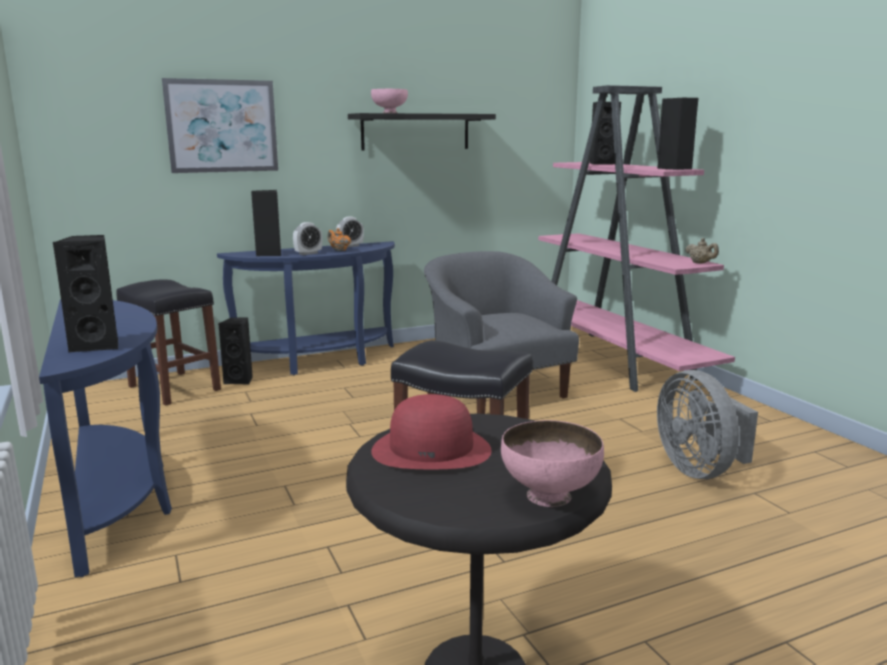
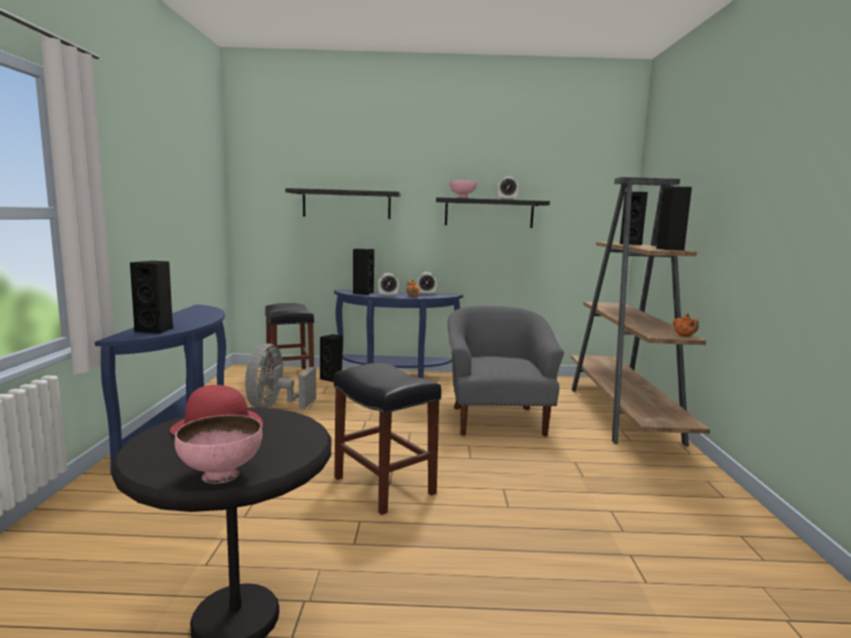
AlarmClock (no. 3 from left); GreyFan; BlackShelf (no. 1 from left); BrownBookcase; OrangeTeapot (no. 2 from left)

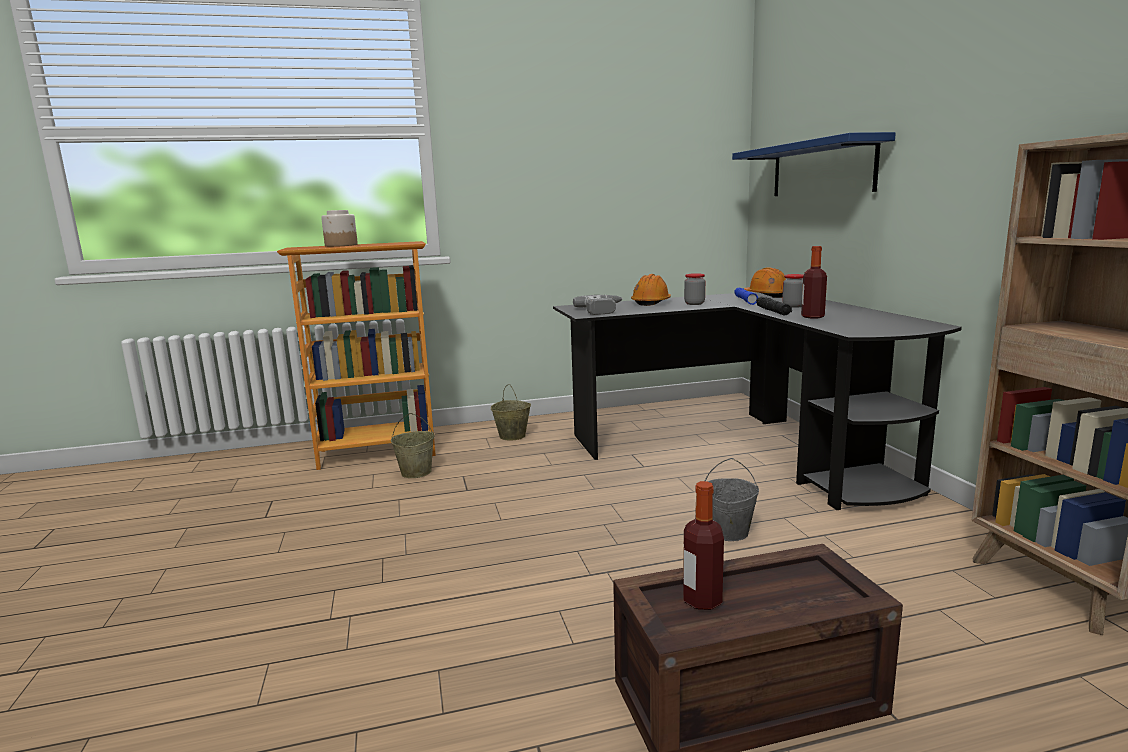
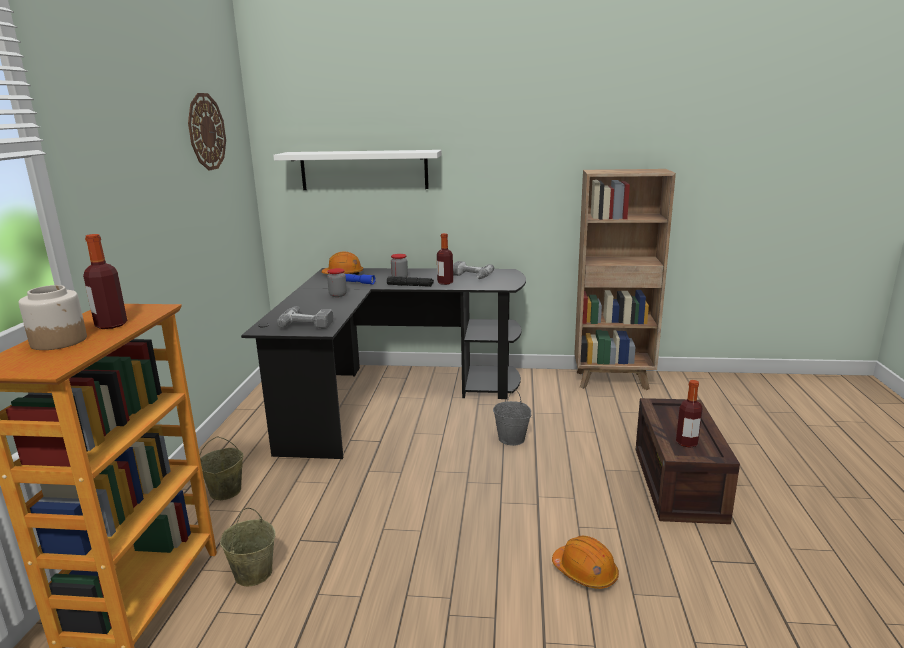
Bottle (no. 1 from left); WallClock; PowerDrill (no. 2 from left); OrangeHardHat (no. 2 from left); WhiteShelf

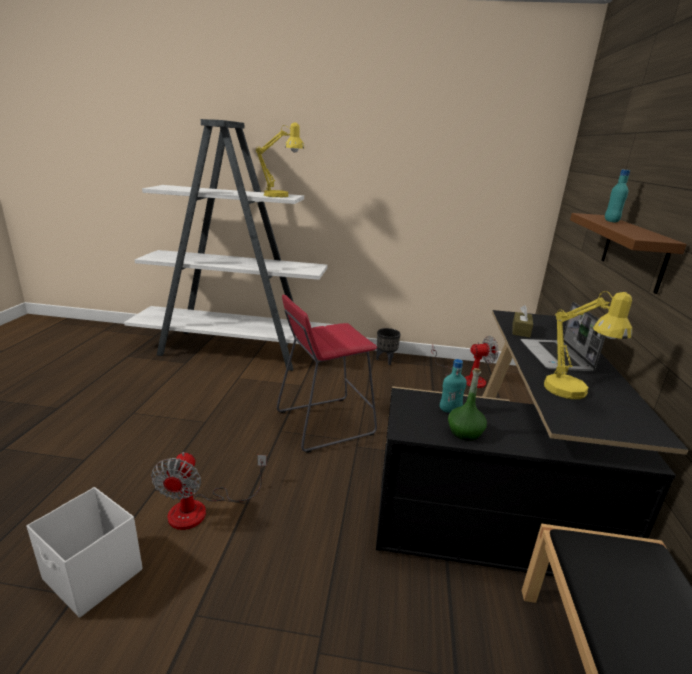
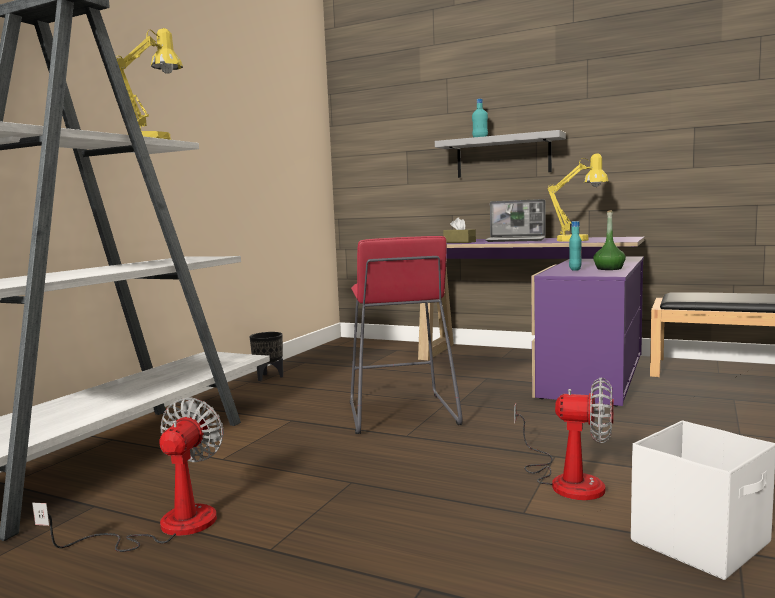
Fan (no. 1 from left); PurpleDesk; GreyShelf

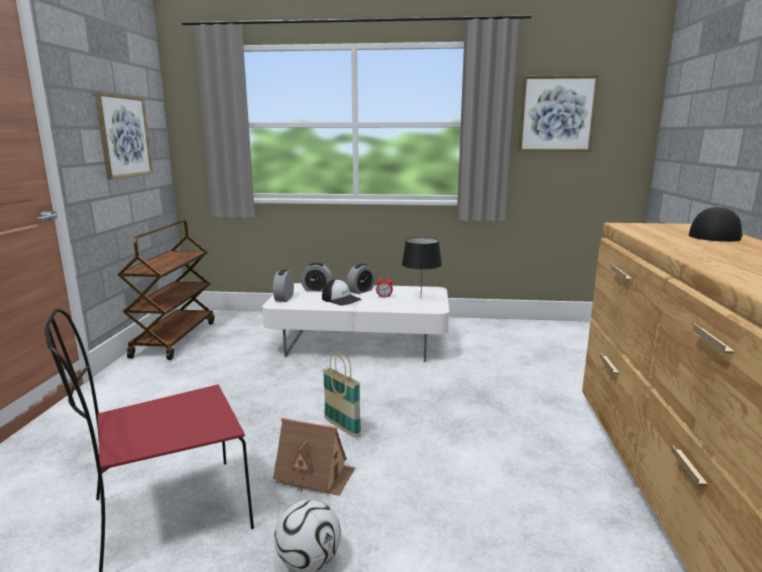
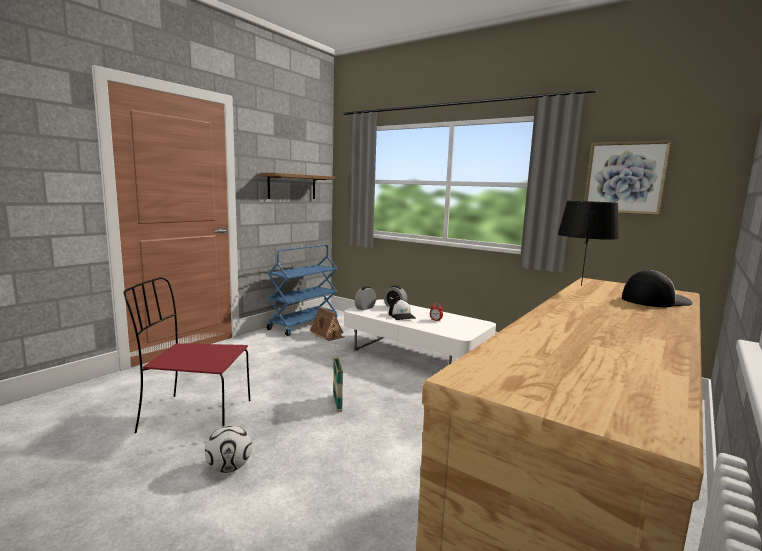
AlarmClock (no. 3 from left in the first image); ToyHouse; BlackTableLamp; Shelf; BlueCart

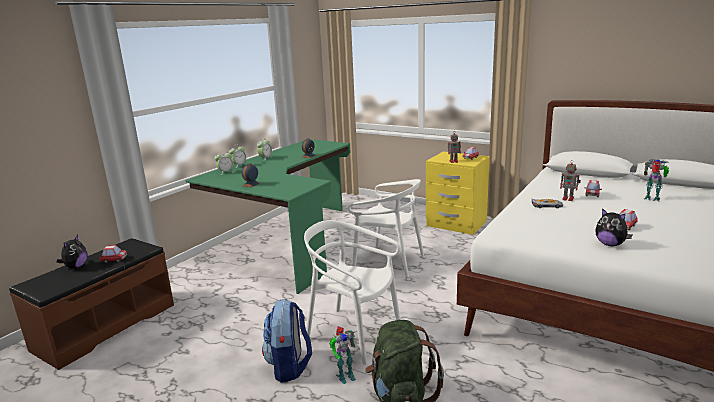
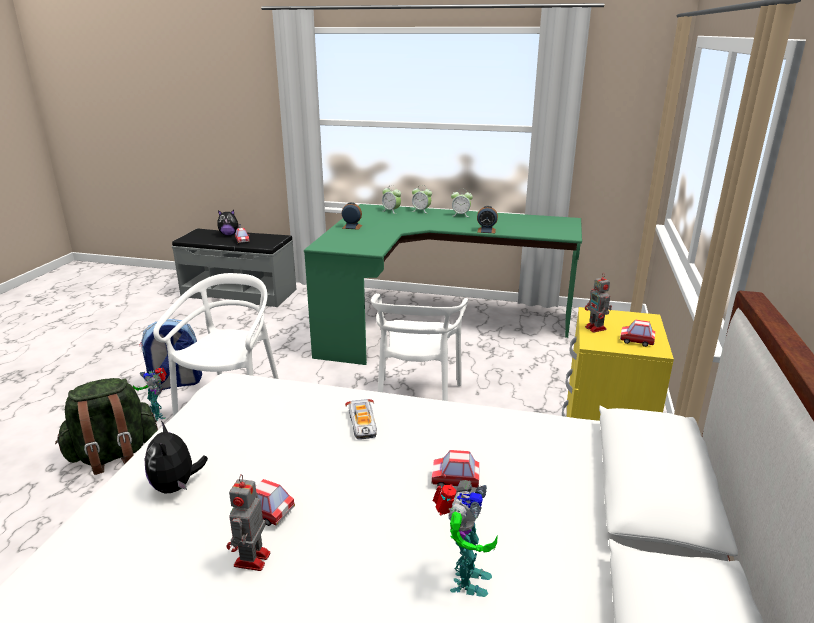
ToyRobot (no. 2 from left); GreyBench; PlushToy (no. 1 from left)

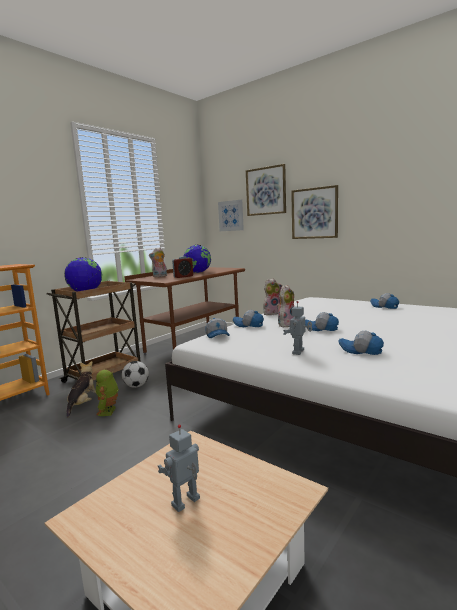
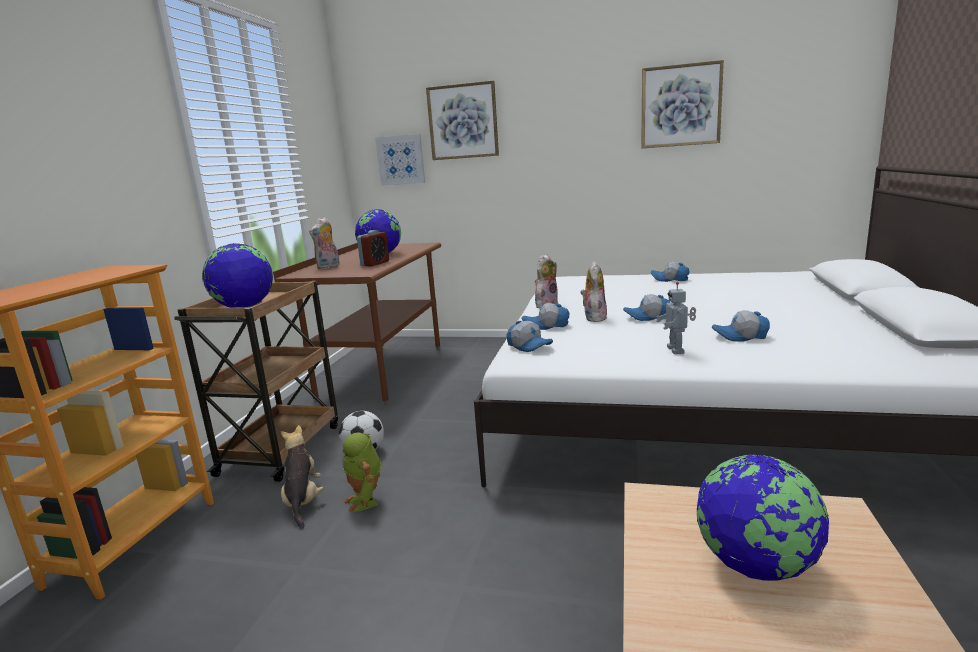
Picture (no. 3 from left); Globe (no. 3 from left)

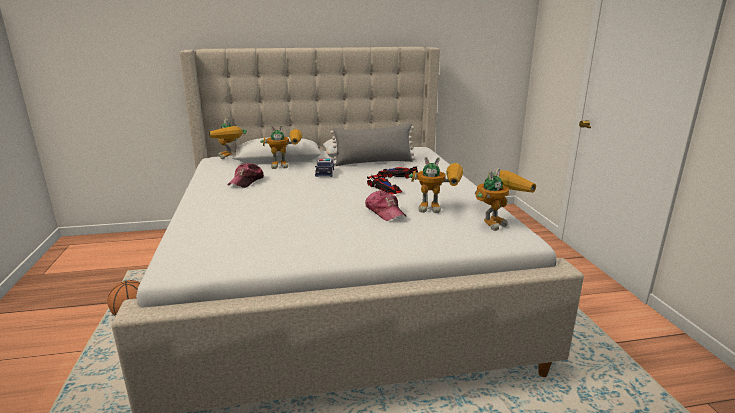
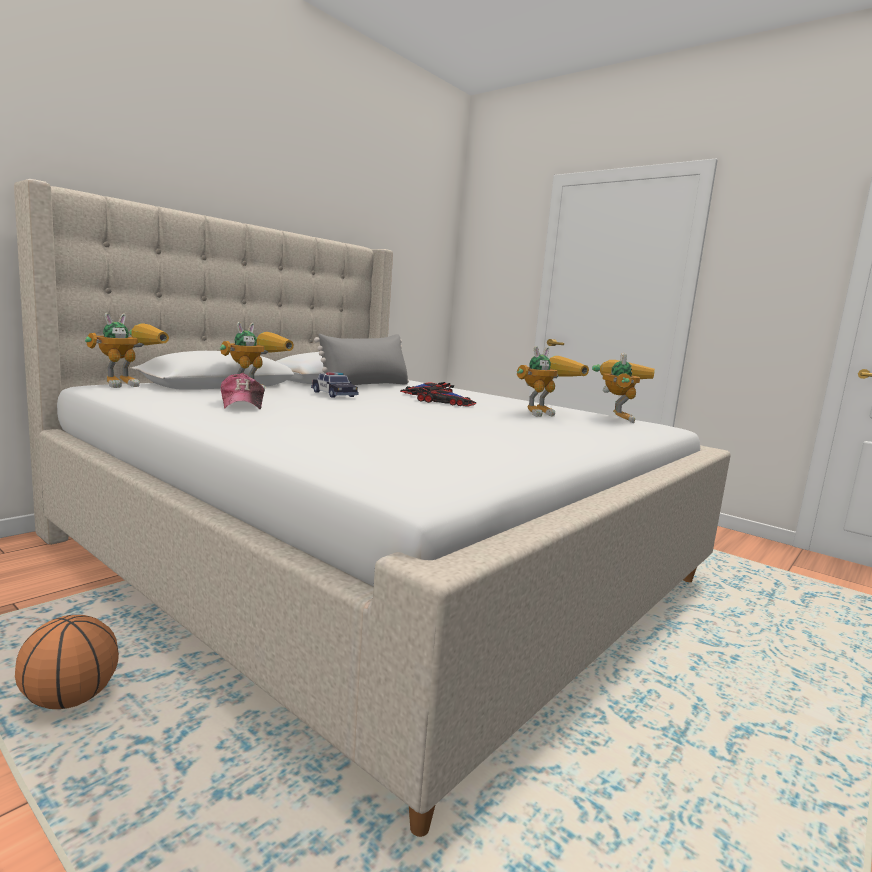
Cap (no. 2 from left in the first image); ToyRobot (no. 1 from left)

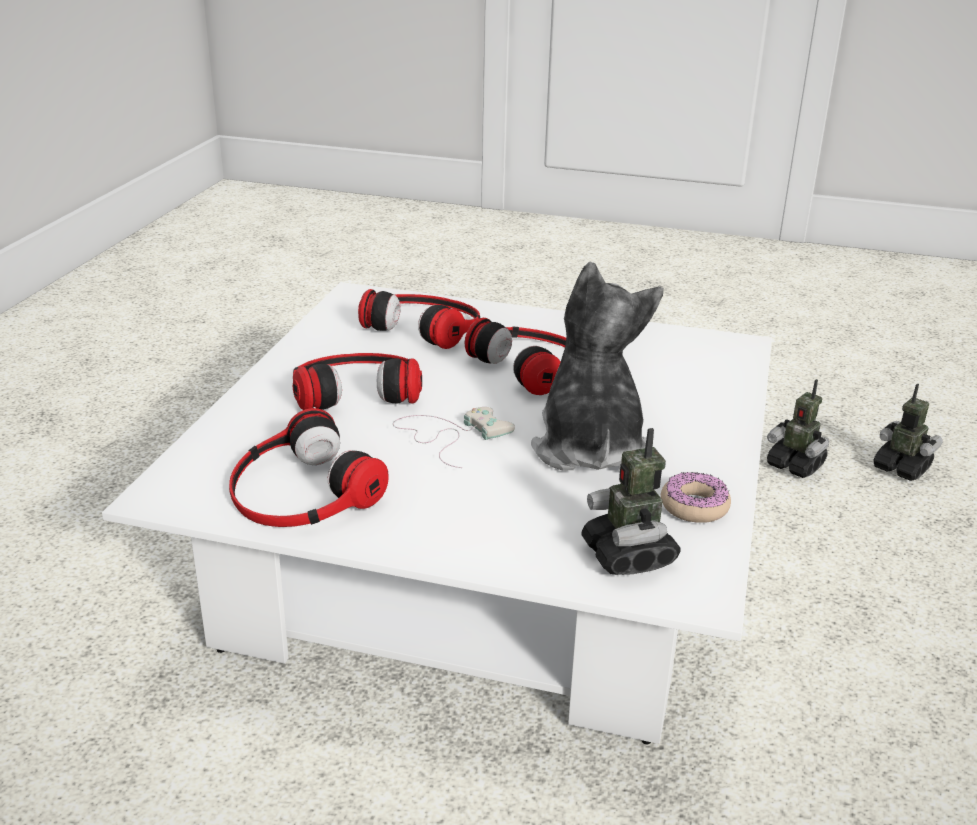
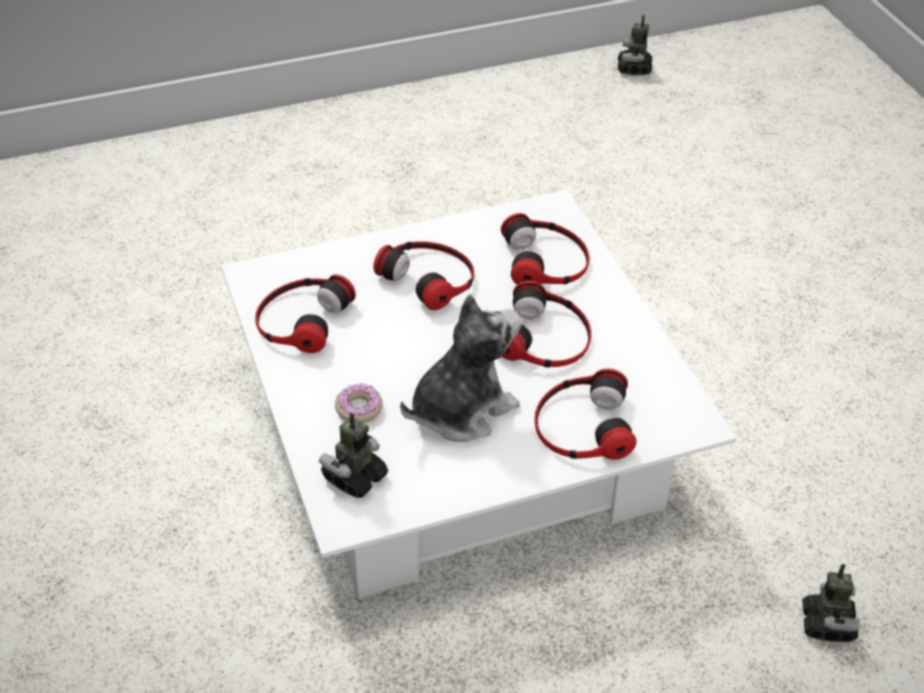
WhiteGameController; Headphones (no. 5 from left); Donut; ToyRobot (no. 2 from left)

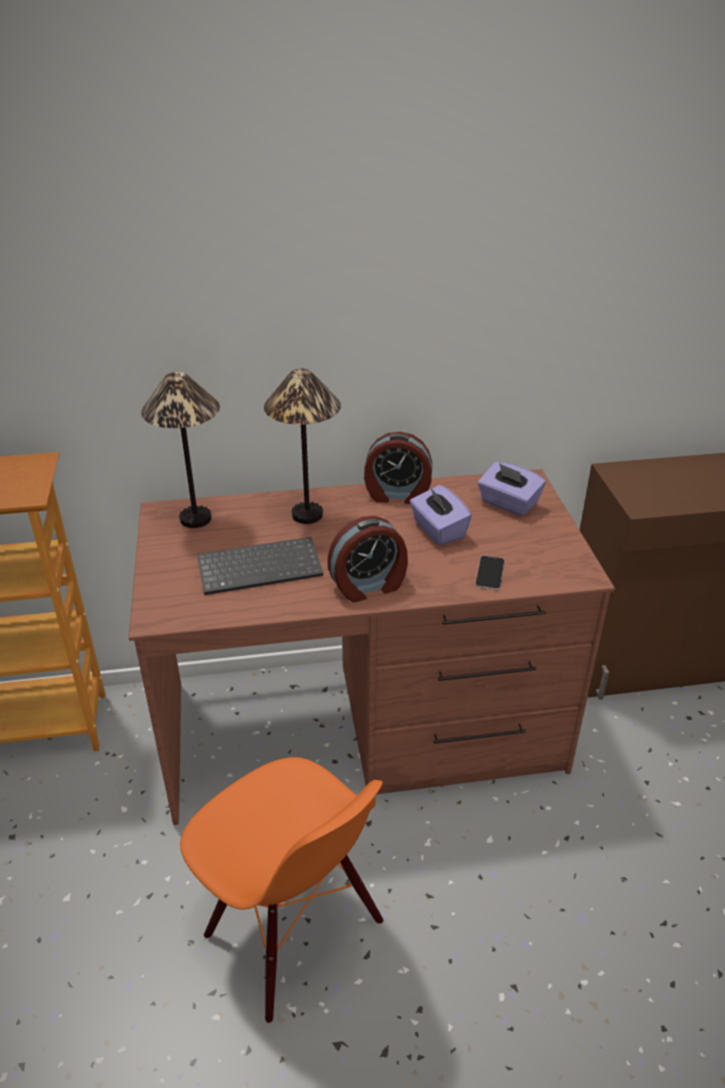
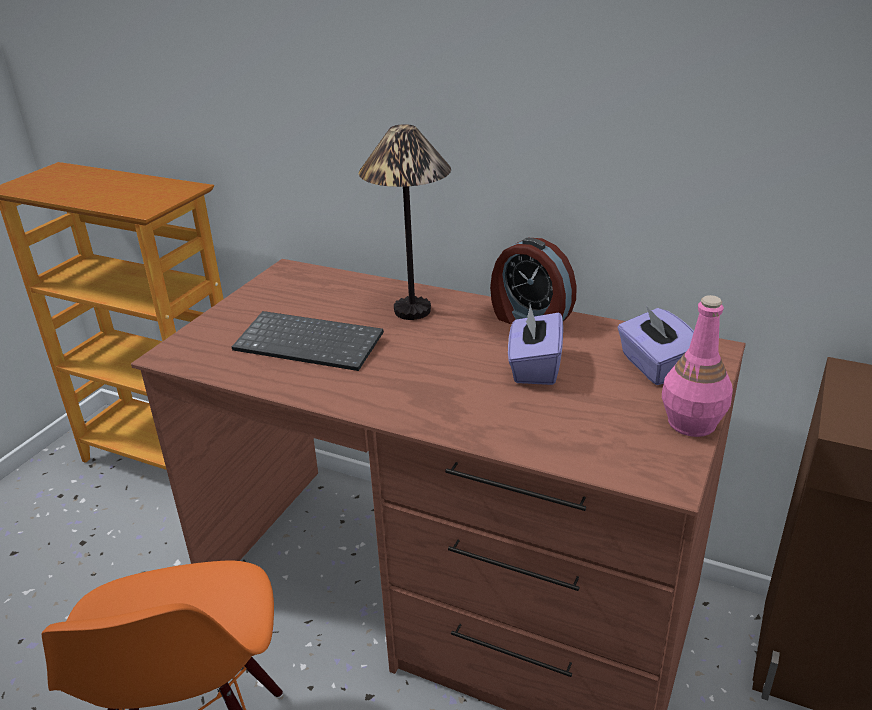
TableLamp (no. 1 from left in the first image); AlarmClock (no. 1 from left in the first image); Phone; PinkBottle

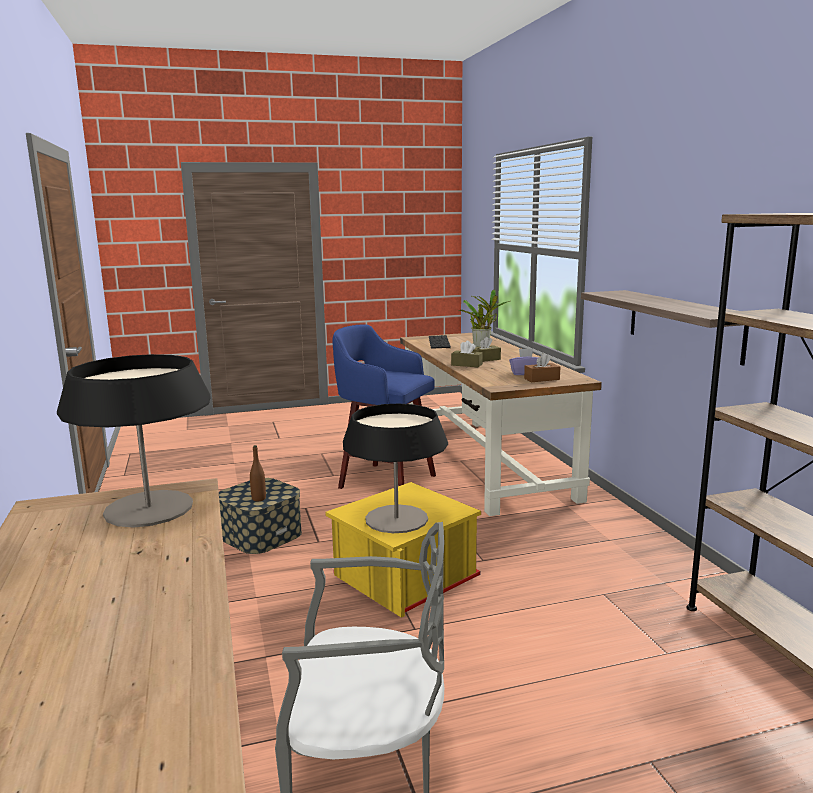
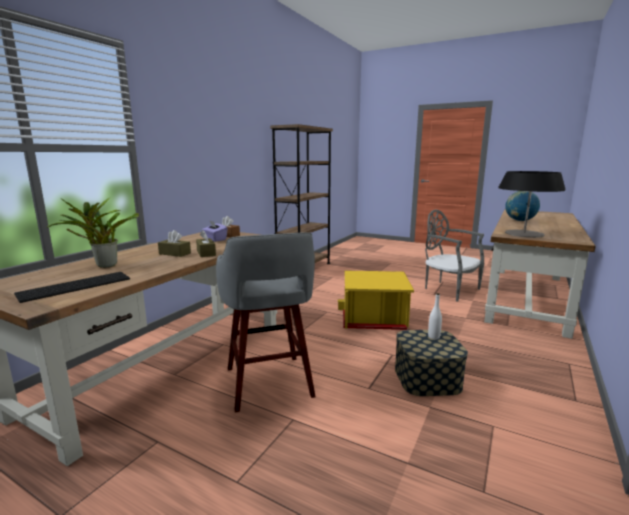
TableLamp (no. 2 from left in the first image); Shelf; Globe; WhiteBottle; GreyStool

